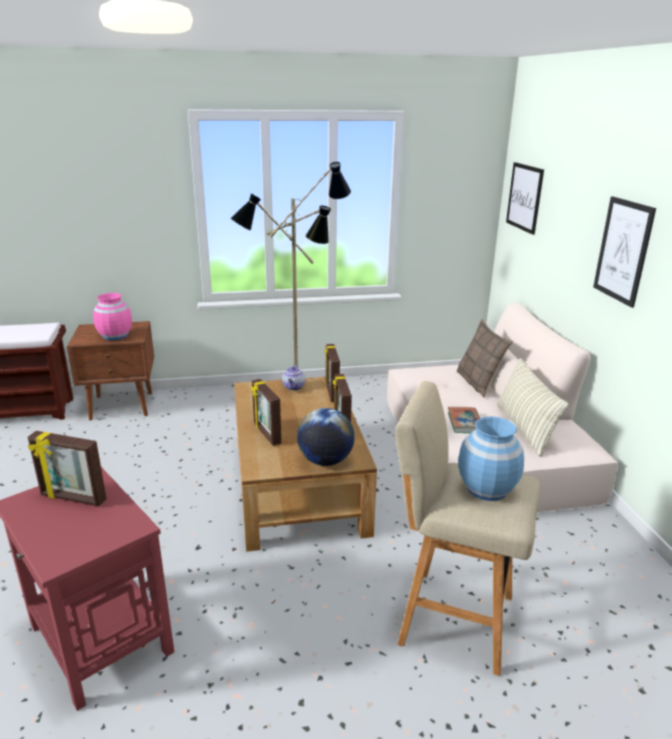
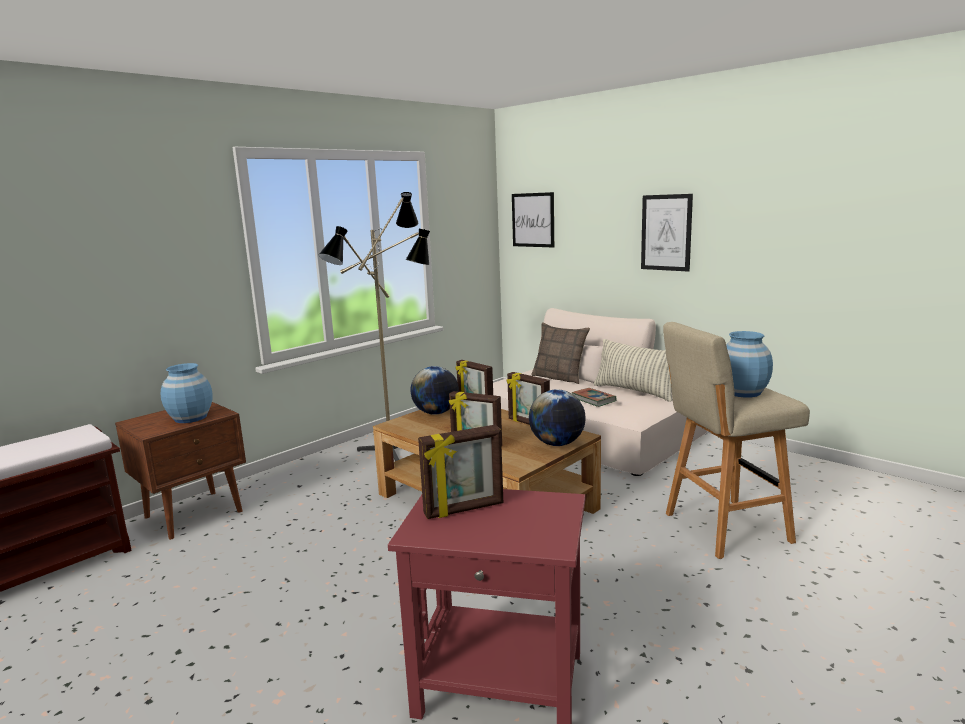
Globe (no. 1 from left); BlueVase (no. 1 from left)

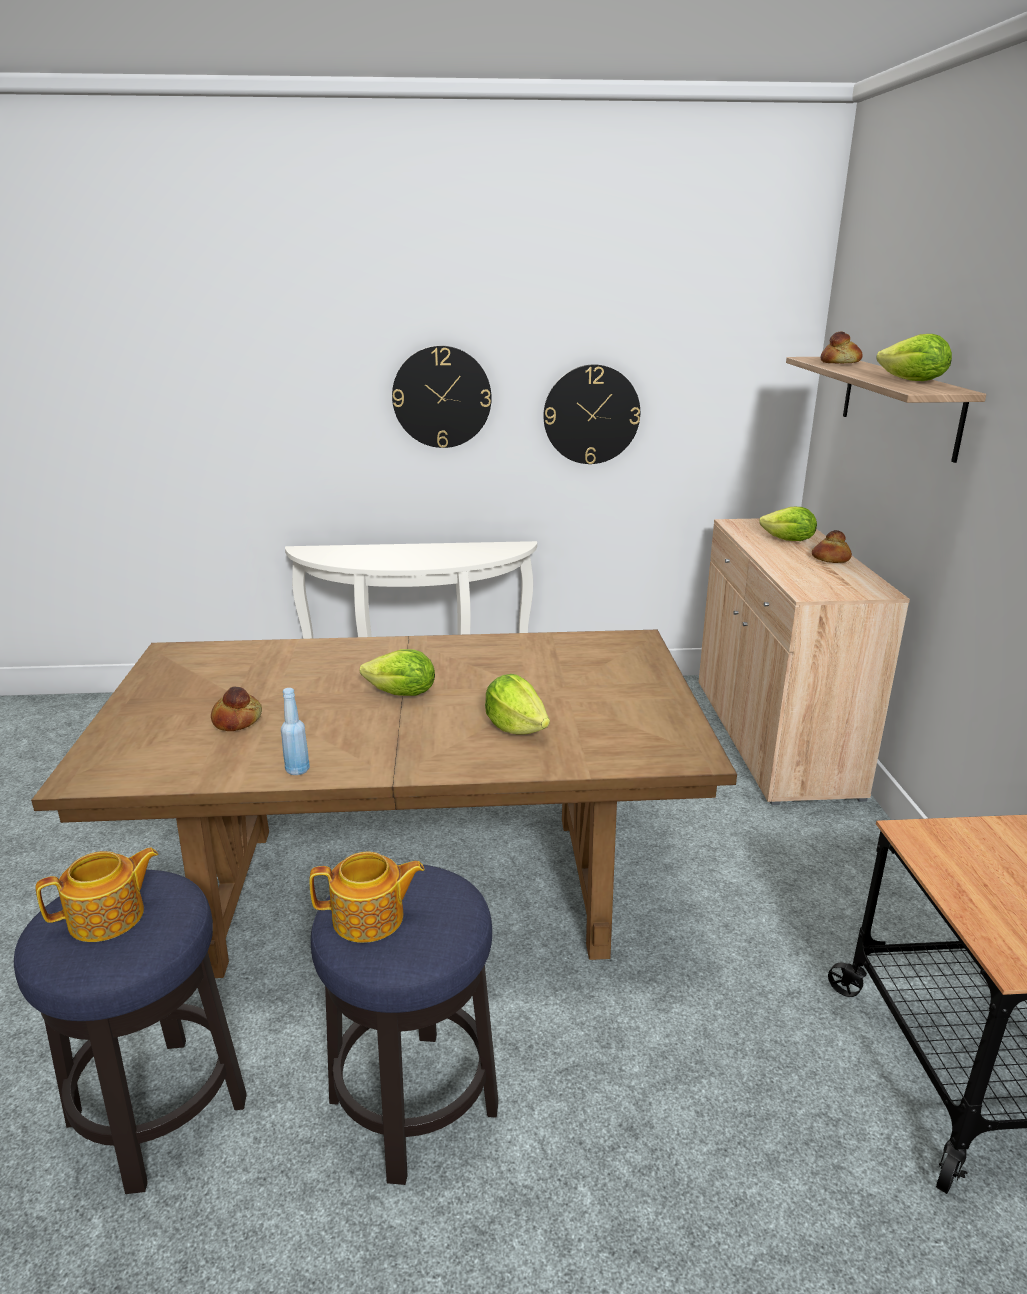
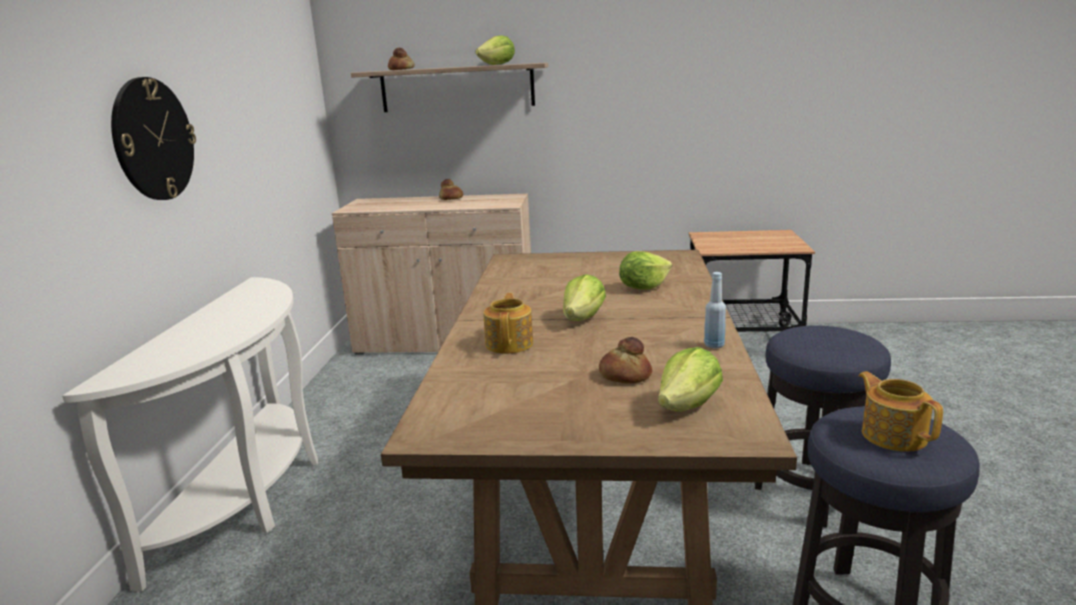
WallClock (no. 2 from left in the first image); Teapot (no. 1 from left); Lettuce (no. 4 from left)

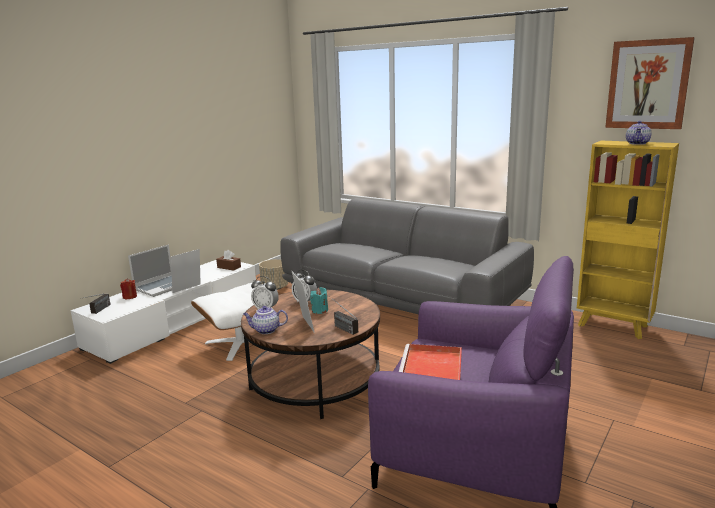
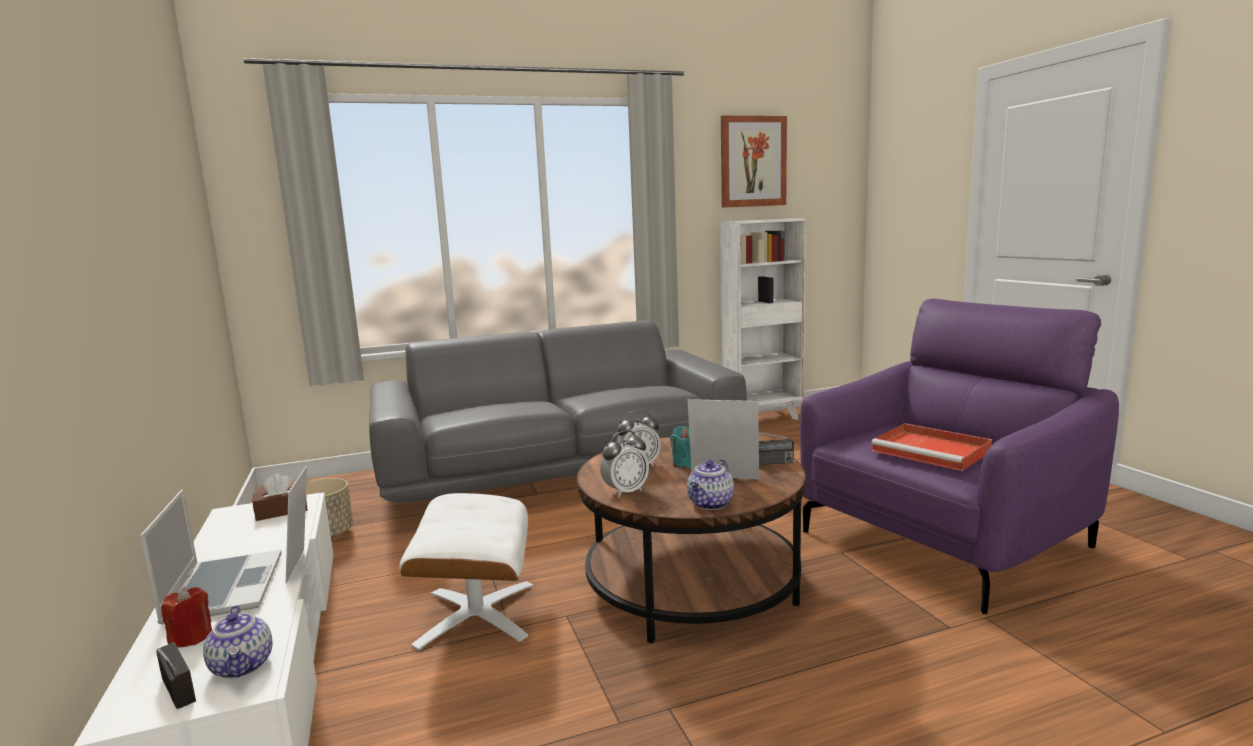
Teapot (no. 1 from left); WhiteBookcase

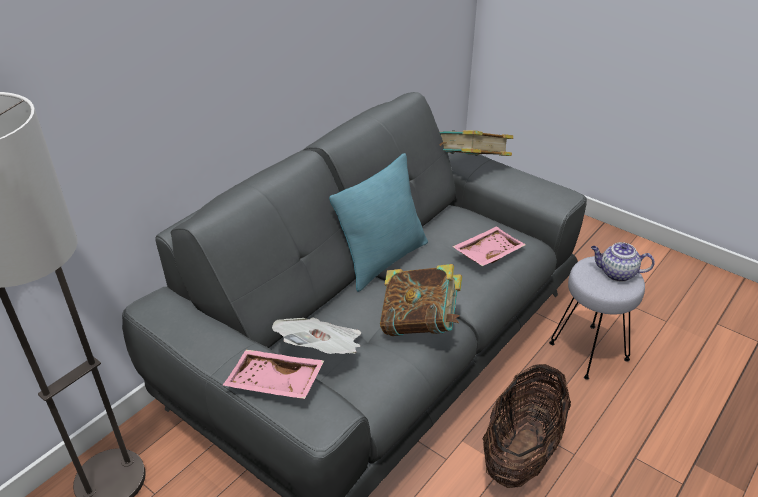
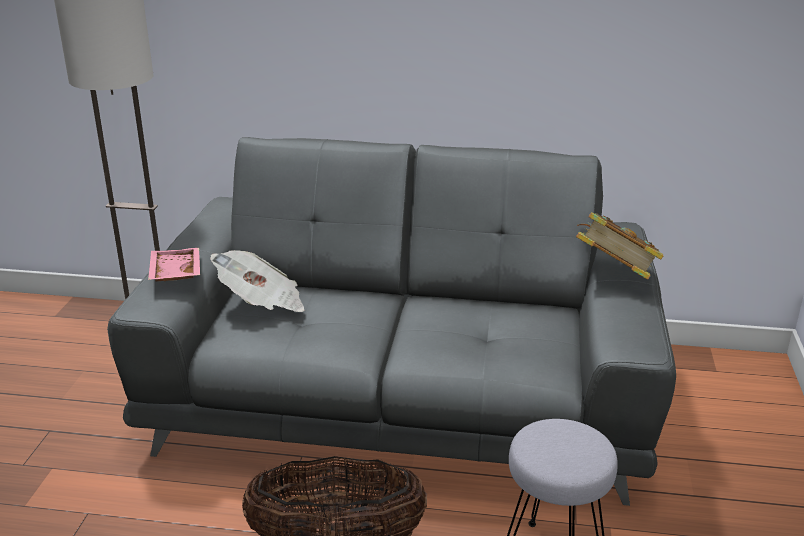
TurquoisePillow; Book (no. 1 from left in the first image); PinkTray (no. 2 from left in the first image); Teapot

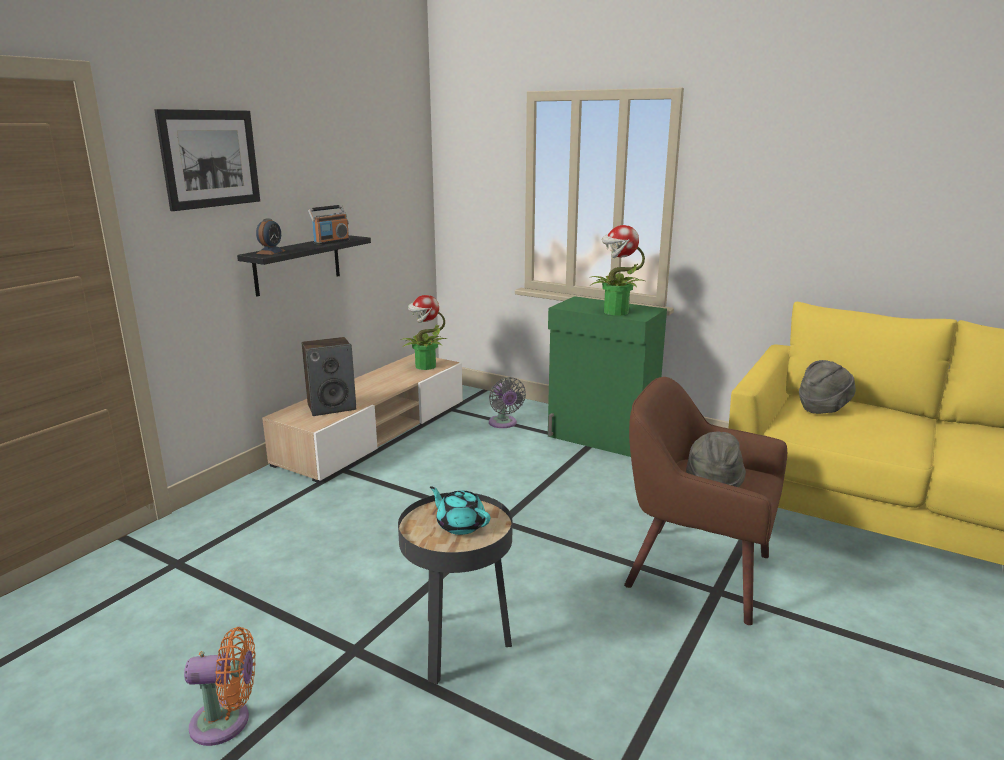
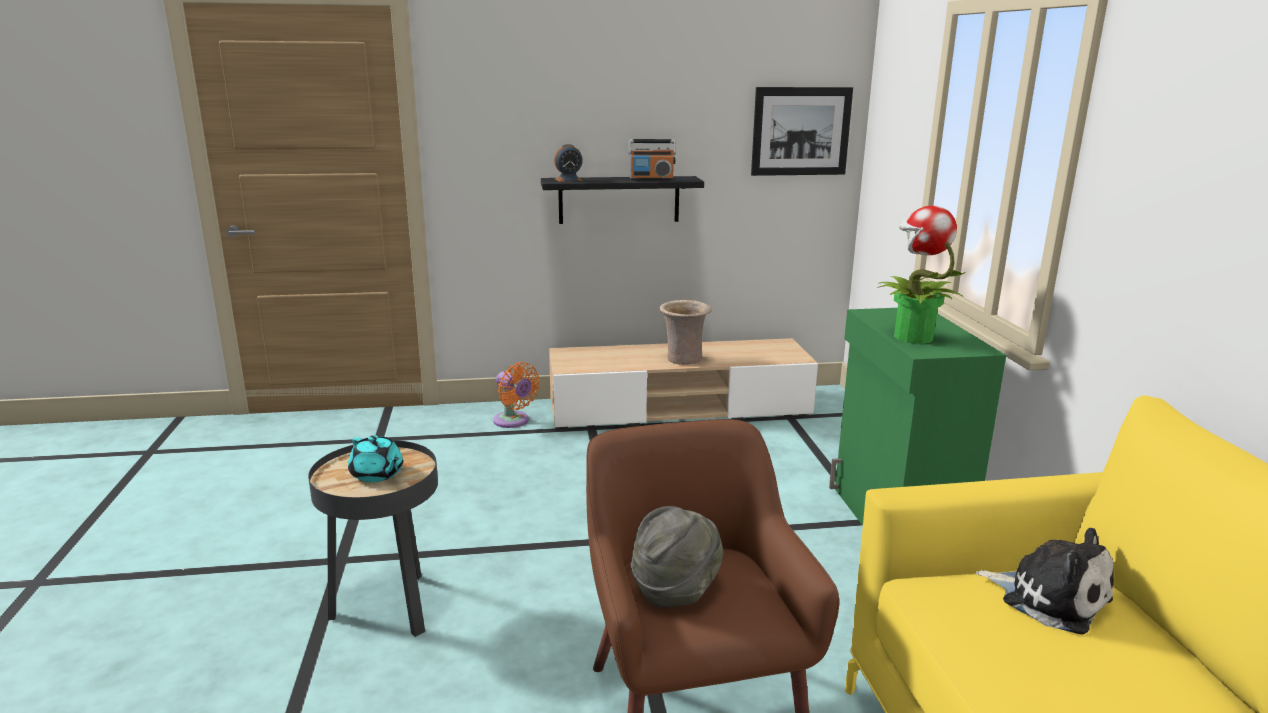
Speaker; PottedPlant (no. 1 from left in the first image); GreyFan; BeigeVase; Picture; OrangeFan; PlushToy; TurquoiseTeapot

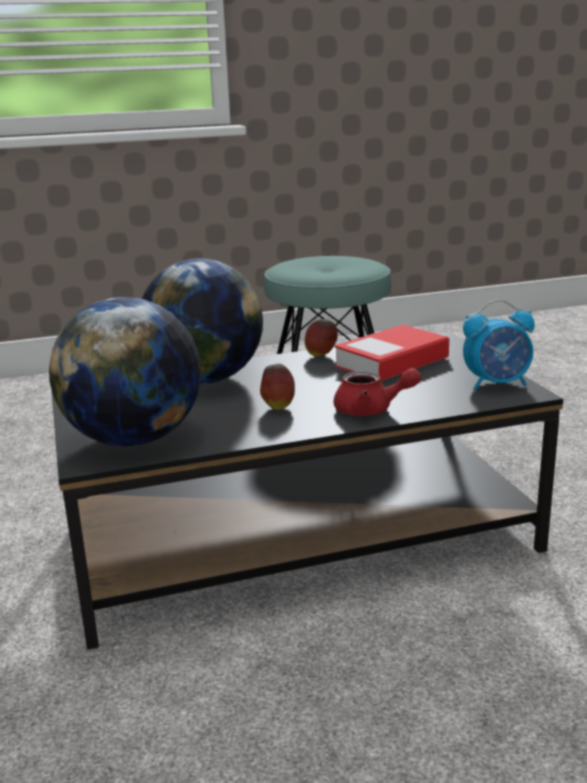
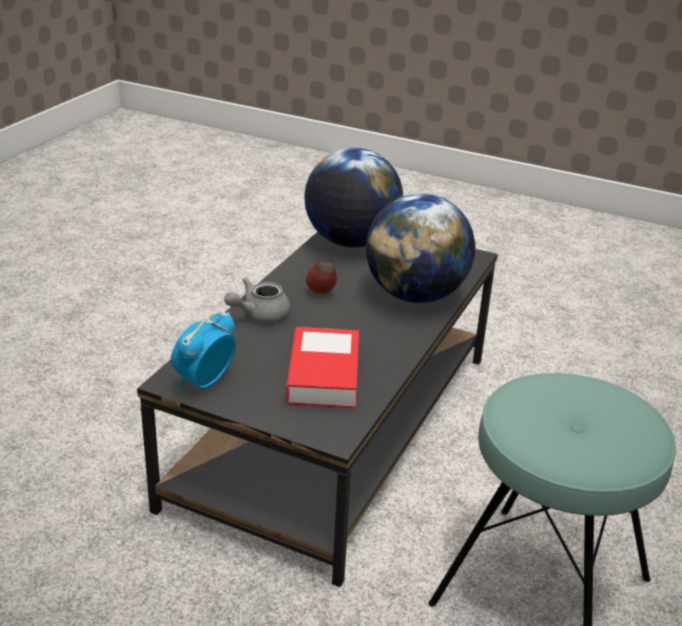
Apple (no. 2 from left in the first image); GreyTeapot

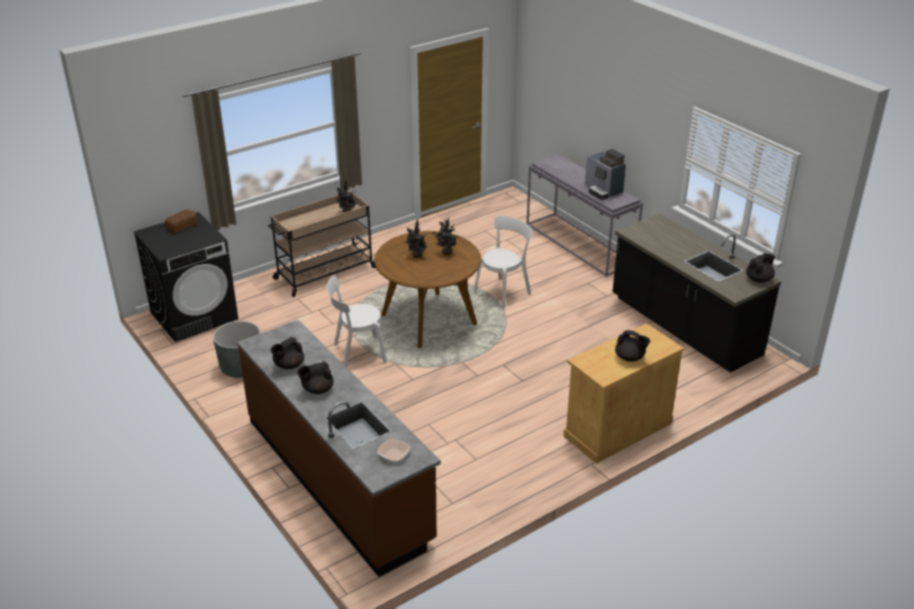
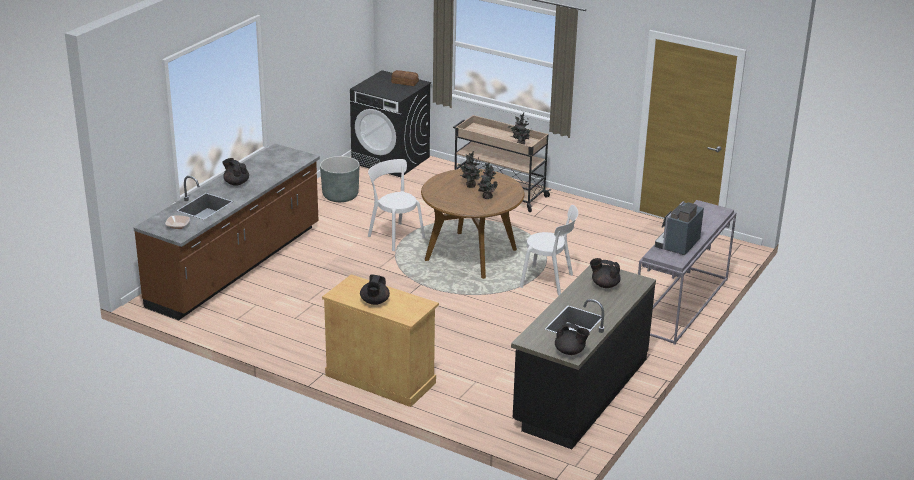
BlackTeapot (no. 4 from left)

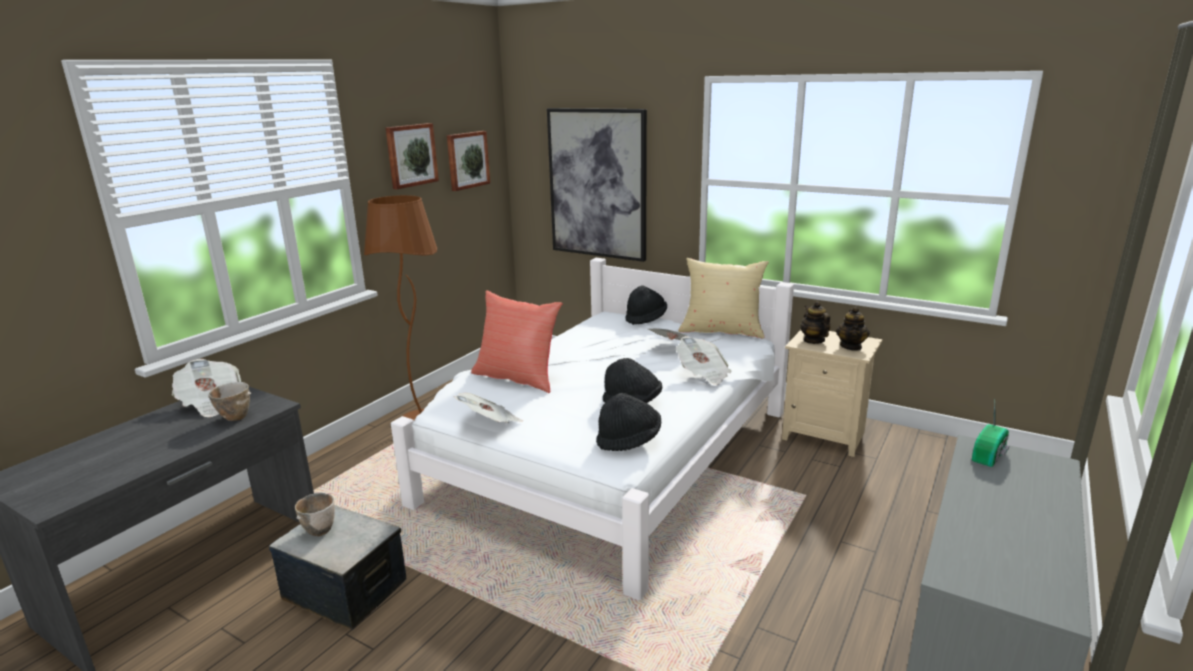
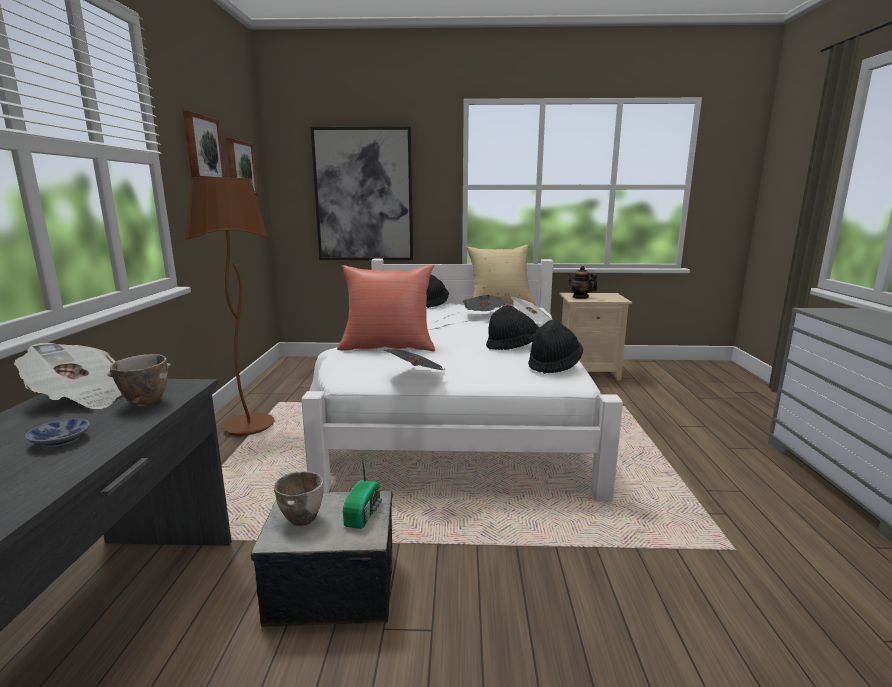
Teapot (no. 2 from left in the first image); Bowl (no. 1 from left); Radio

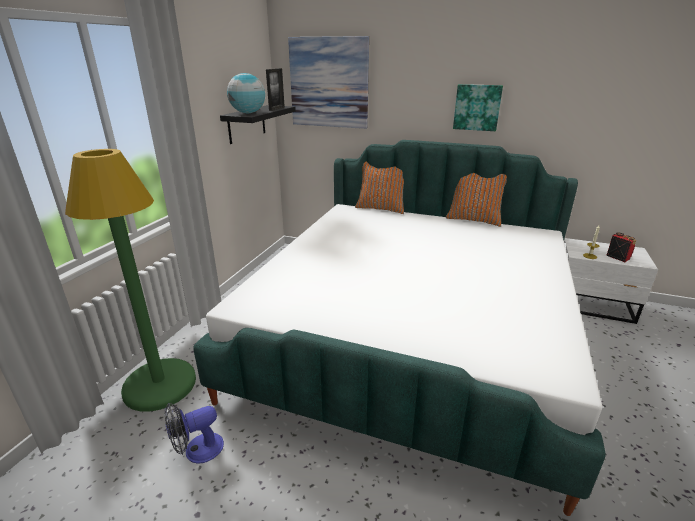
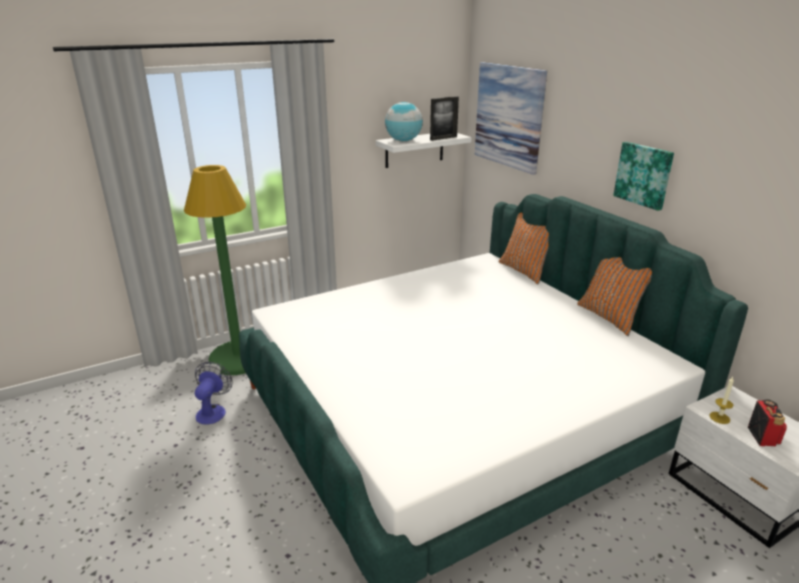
WhiteShelf; Fan

